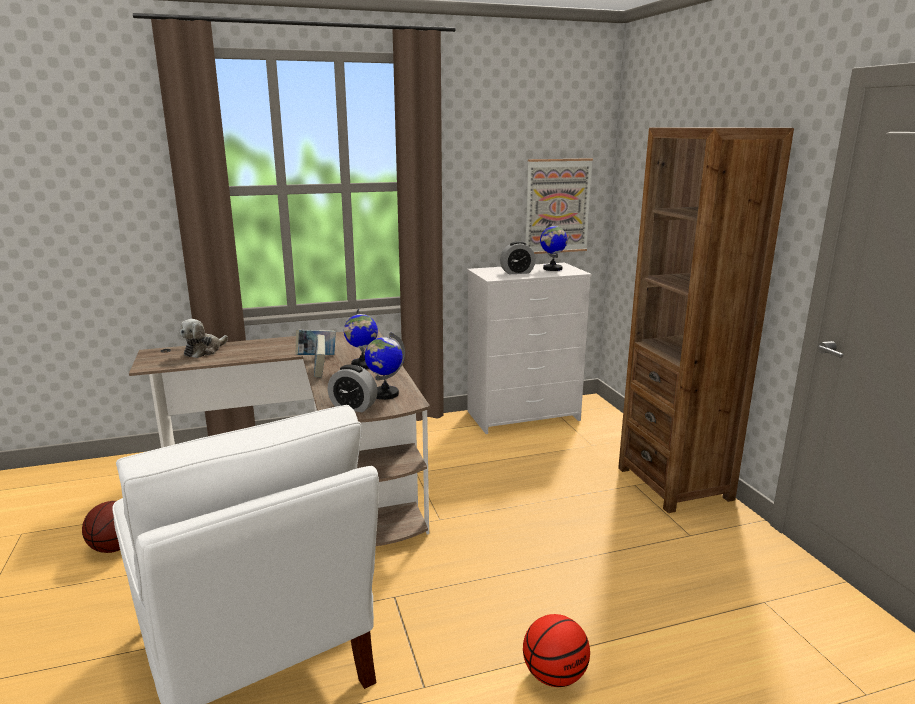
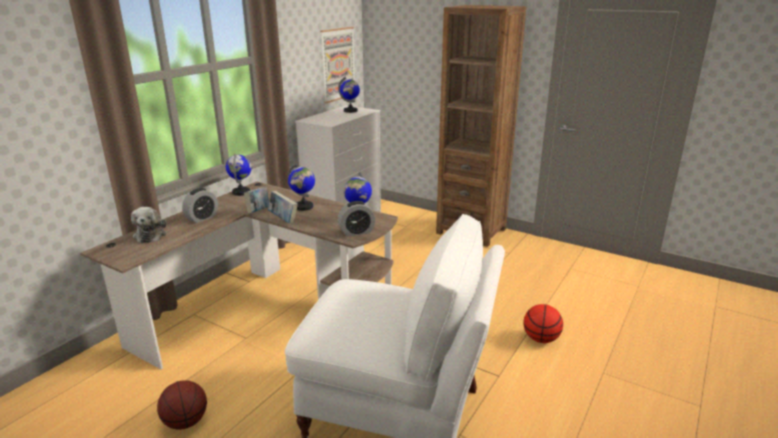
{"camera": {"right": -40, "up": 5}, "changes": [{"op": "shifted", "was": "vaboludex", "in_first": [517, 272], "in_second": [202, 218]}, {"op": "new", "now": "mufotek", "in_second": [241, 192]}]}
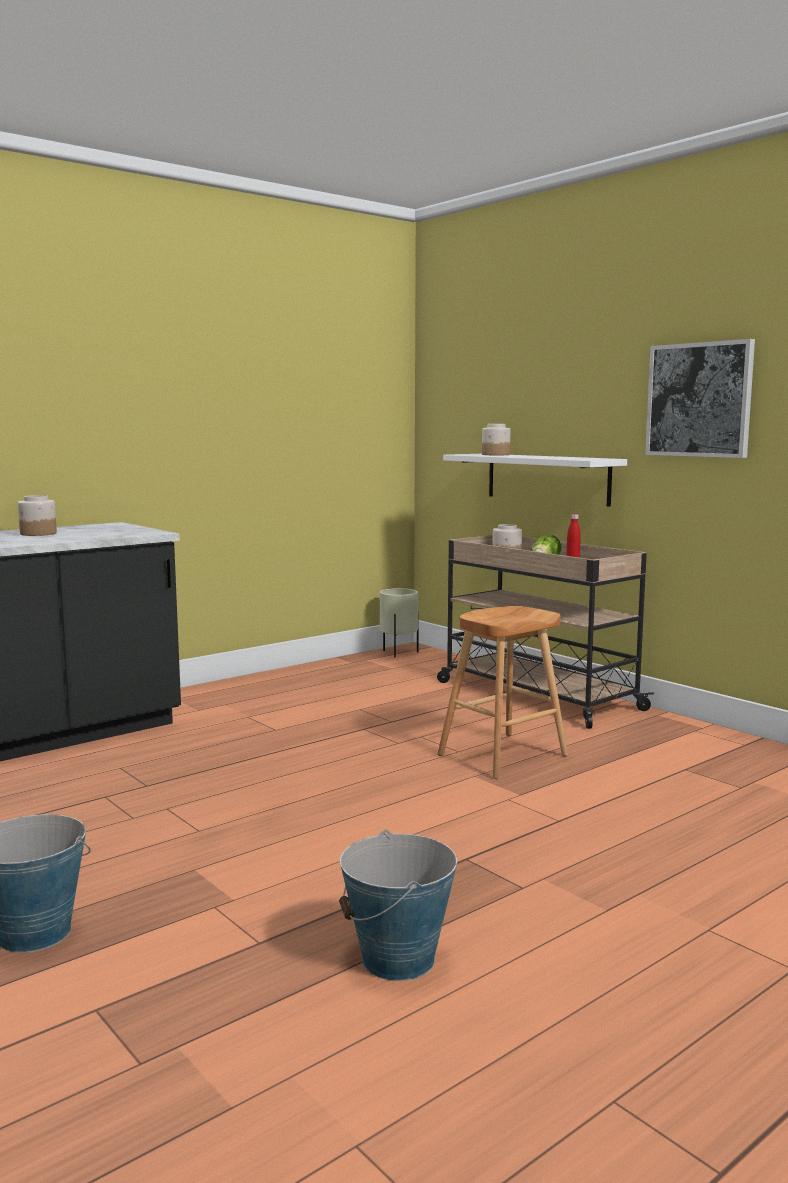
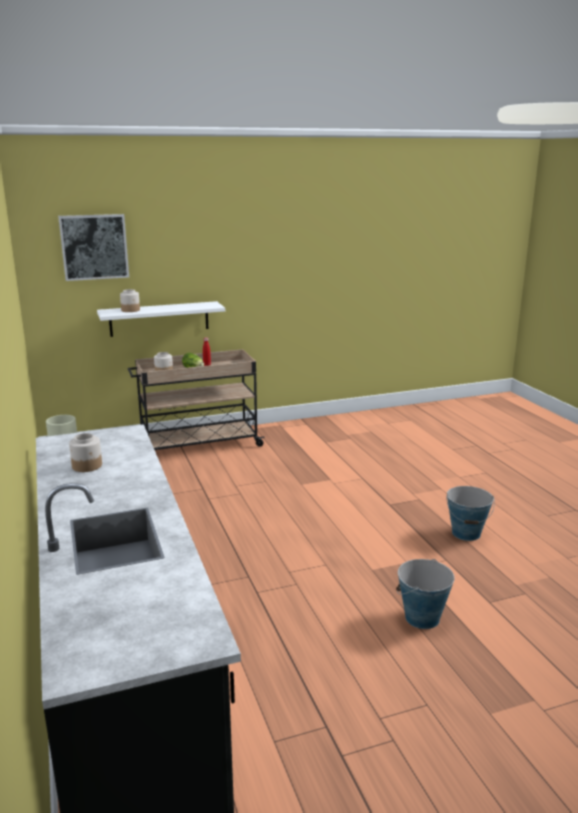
{"camera": {"right": -70, "up": 10}, "changes": [{"op": "shifted", "was": "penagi", "in_first": [699, 400], "in_second": [94, 247]}, {"op": "gone", "was": "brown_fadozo", "in_first": [502, 755]}]}
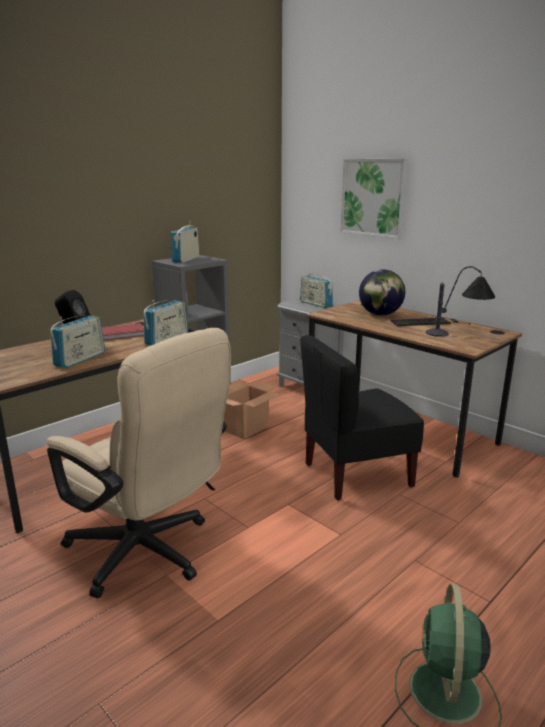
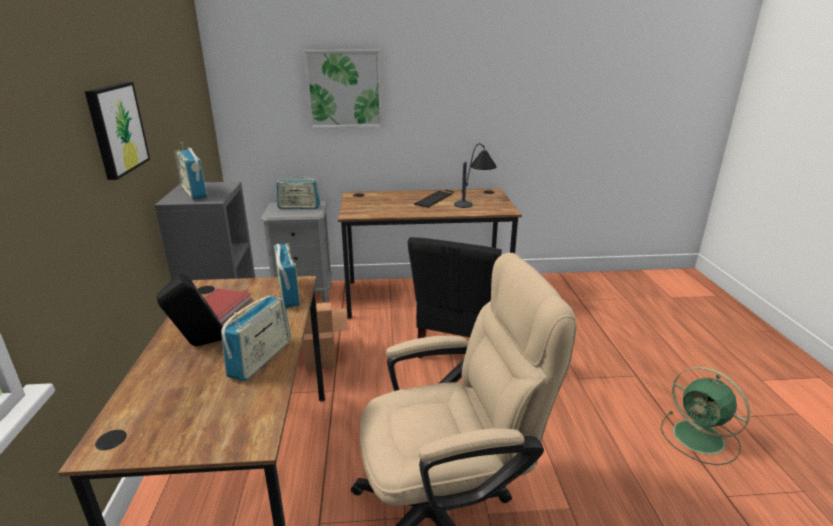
{"camera": {"right": -50, "up": 5}, "changes": [{"op": "gone", "was": "mufotek", "in_first": [380, 314]}, {"op": "rotated", "was": "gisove", "in_first": [80, 359], "in_second": [261, 359], "clockwise": 45}, {"op": "new", "now": "penagi", "in_second": [116, 129]}]}
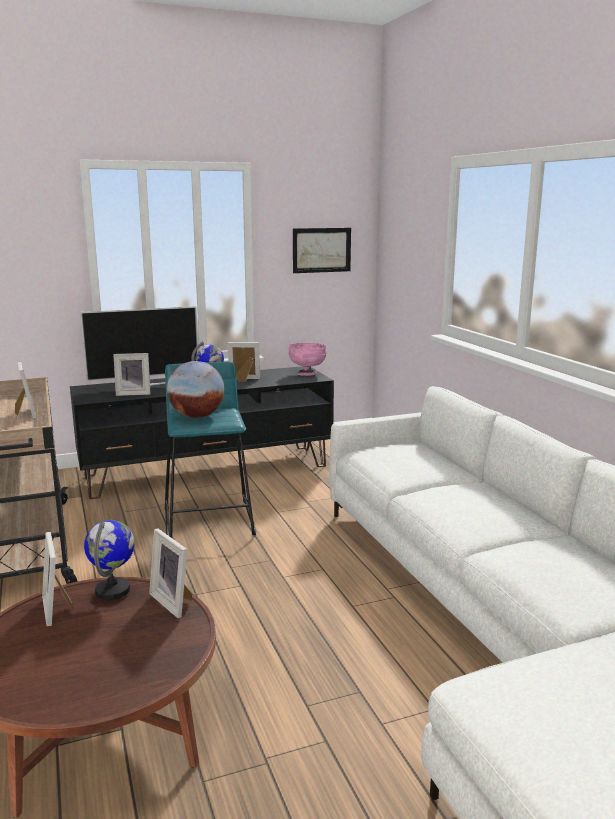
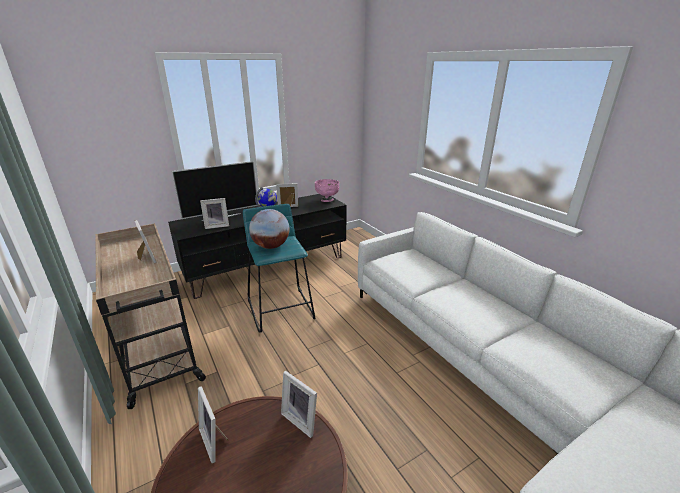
{"camera": {"right": -10, "up": 10}, "changes": [{"op": "gone", "was": "penagi", "in_first": [321, 250]}, {"op": "gone", "was": "mufotek", "in_first": [113, 590]}]}
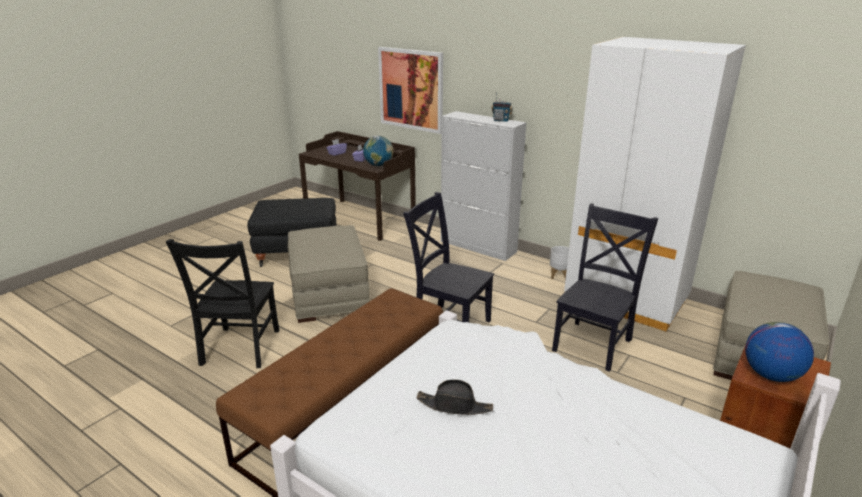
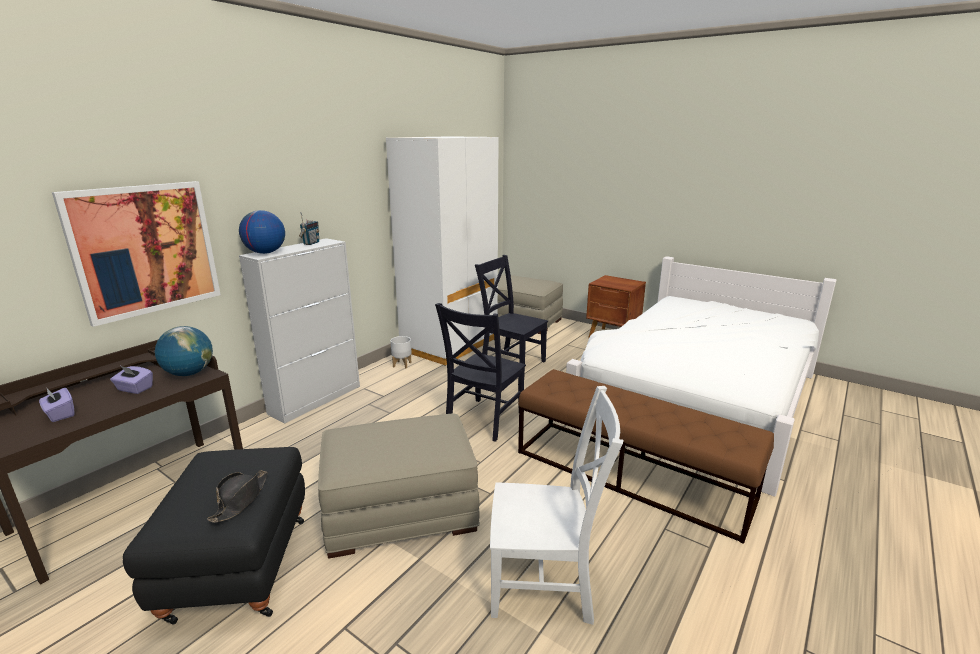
{"camera": {"right": -90, "up": -5}, "changes": [{"op": "repainted", "was": "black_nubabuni", "now": "white_nubabuni", "in_first": [239, 349], "in_second": [546, 583]}, {"op": "shifted", "was": "mufotek", "in_first": [770, 375], "in_second": [265, 253]}, {"op": "shifted", "was": "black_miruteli", "in_first": [455, 406], "in_second": [241, 499]}]}
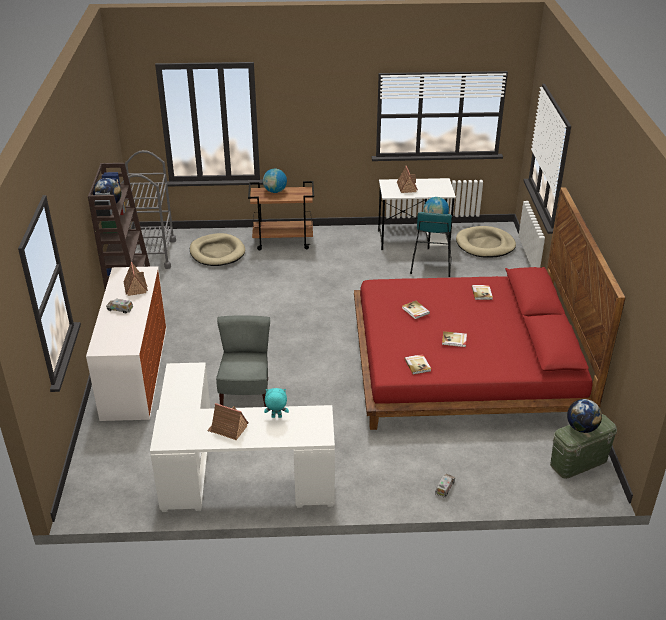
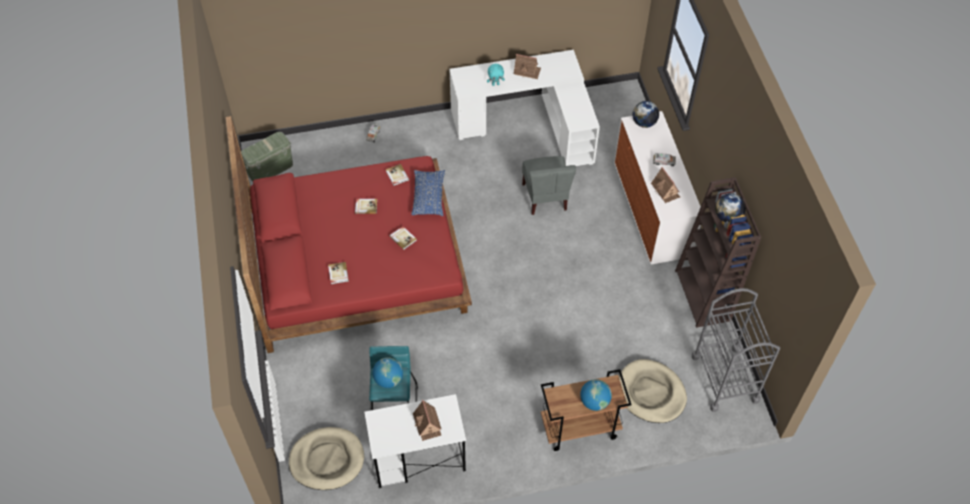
{"camera": {"right": 170, "up": 20}, "changes": [{"op": "shifted", "was": "mufotek", "in_first": [581, 428], "in_second": [644, 123]}, {"op": "new", "now": "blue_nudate", "in_second": [428, 197]}]}
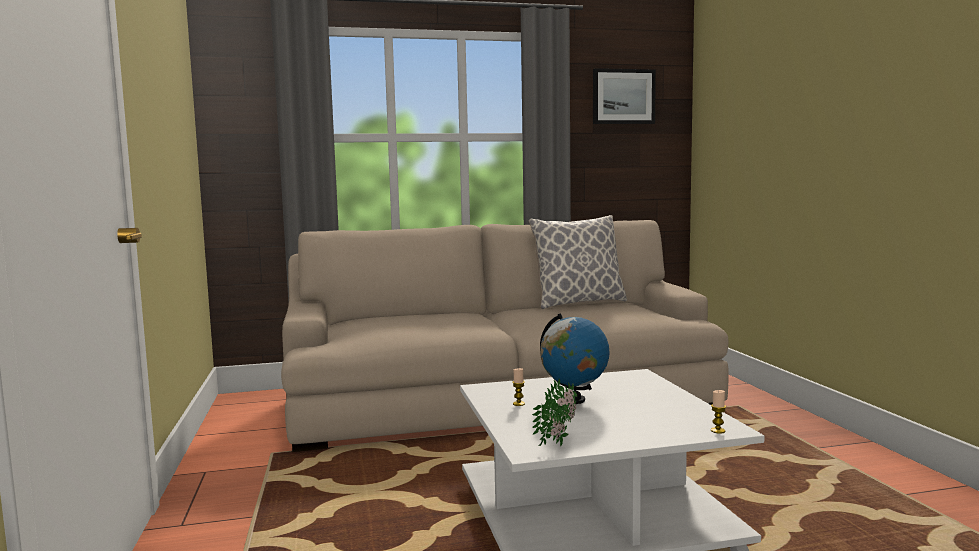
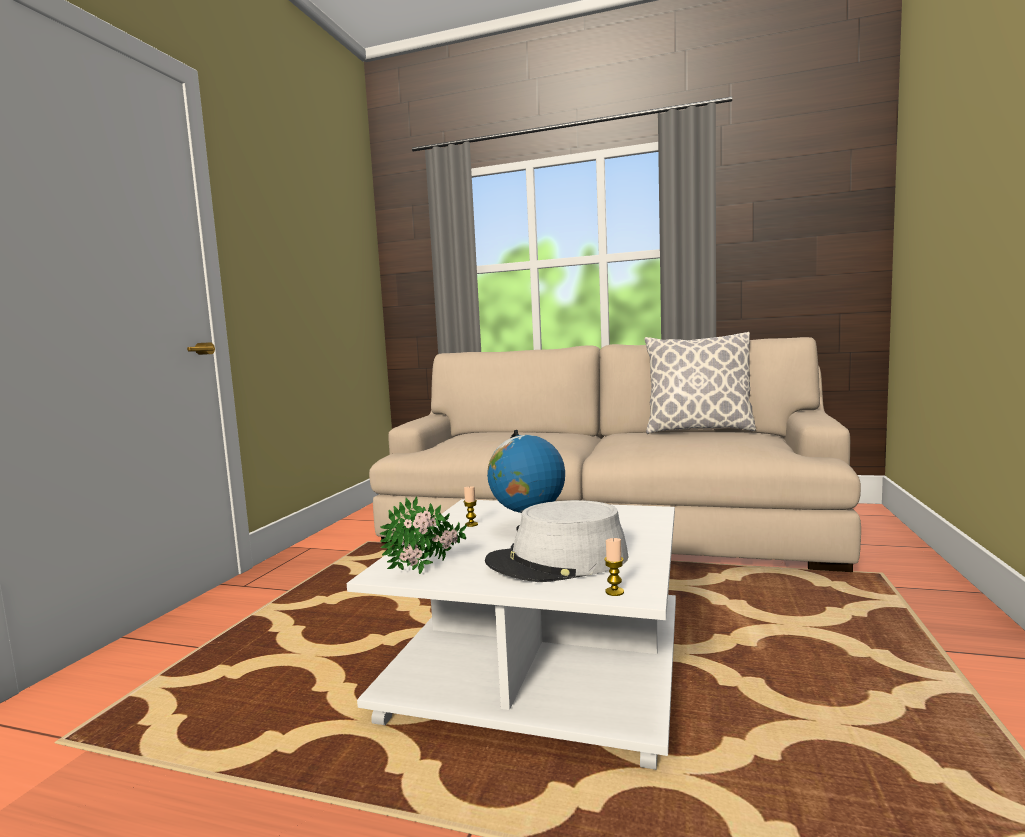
{"camera": {"right": 30, "up": 0}, "changes": [{"op": "gone", "was": "penagi", "in_first": [623, 97]}, {"op": "new", "now": "grey_miruteli", "in_second": [558, 561]}]}
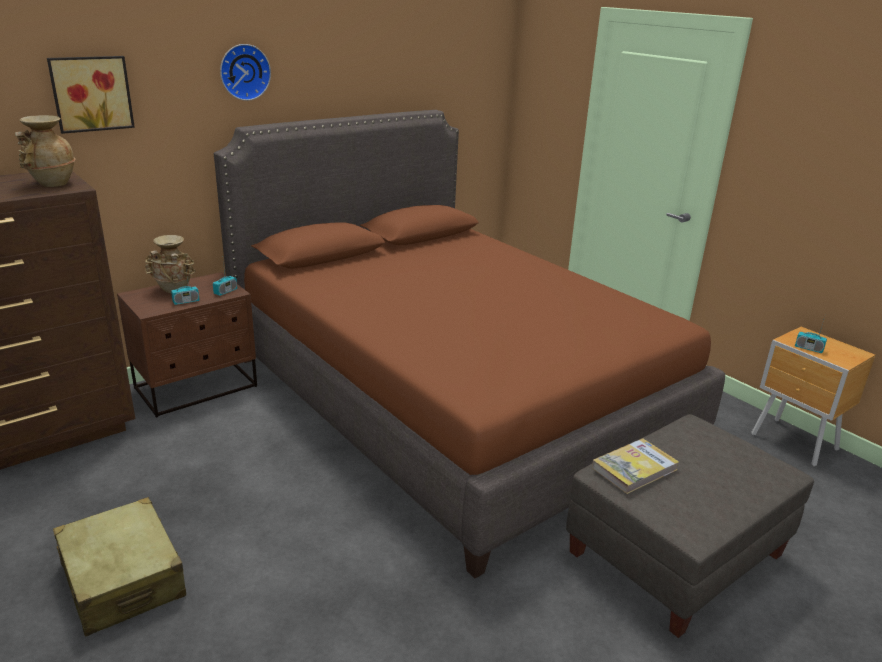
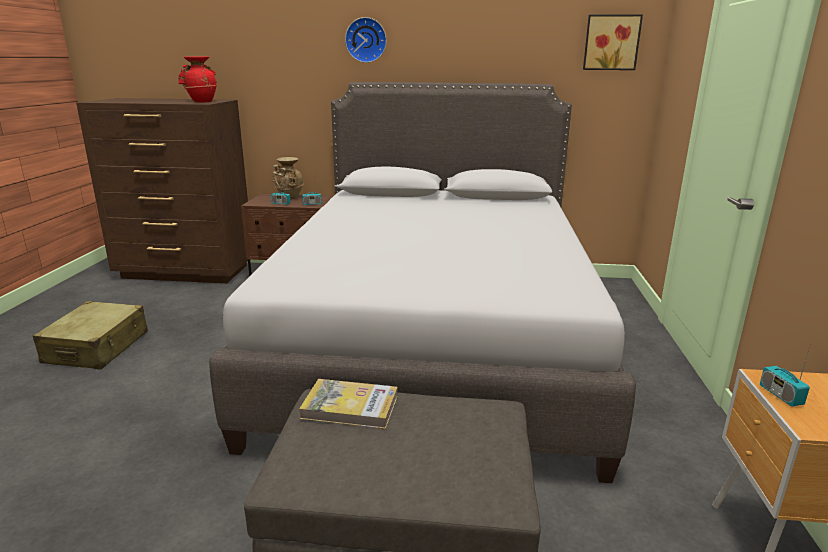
{"camera": {"right": 45, "up": -5}, "changes": [{"op": "shifted", "was": "penagi", "in_first": [91, 93], "in_second": [611, 42]}, {"op": "repainted", "was": "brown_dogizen", "now": "grey_dogizen", "in_first": [451, 400], "in_second": [433, 340]}, {"op": "repainted", "was": "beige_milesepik", "now": "red_milesepik", "in_first": [51, 184], "in_second": [201, 101]}]}
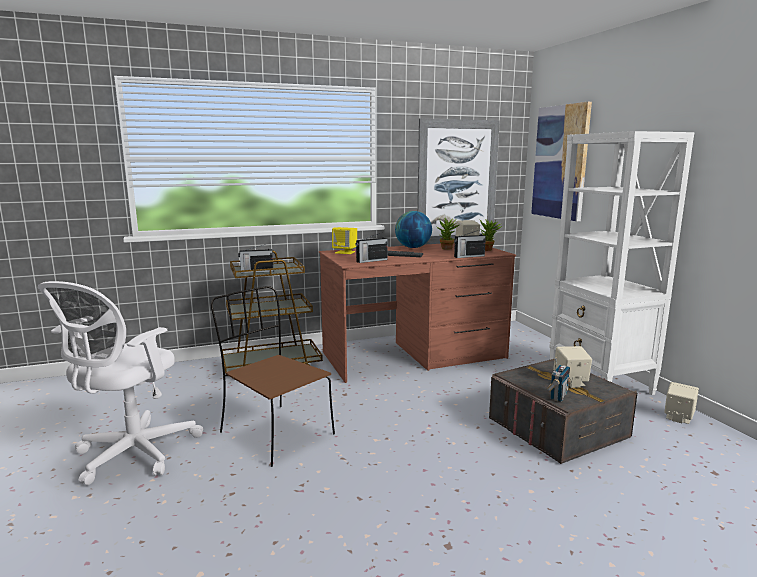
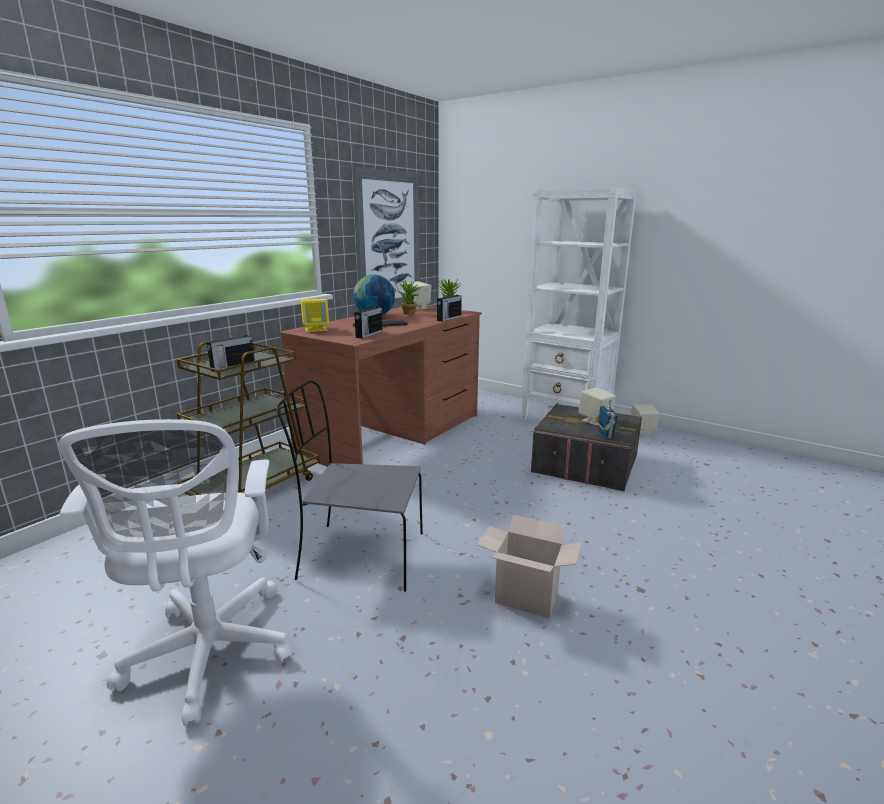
{"camera": {"right": -35, "up": 5}, "changes": [{"op": "gone", "was": "penagi", "in_first": [560, 162]}, {"op": "repainted", "was": "brown_nubabuni", "now": "grey_nubabuni", "in_first": [275, 433], "in_second": [359, 556]}, {"op": "new", "now": "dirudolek", "in_second": [524, 598]}]}
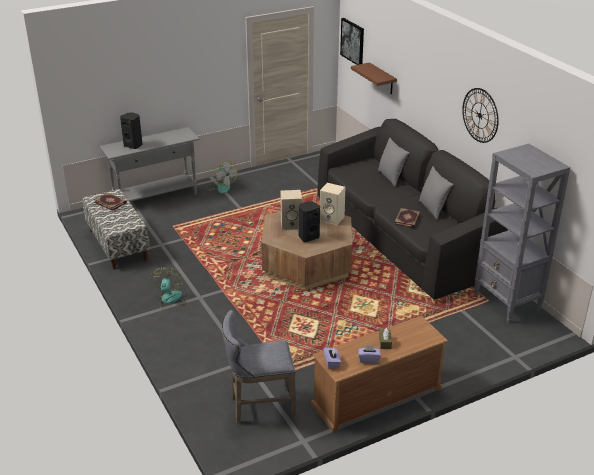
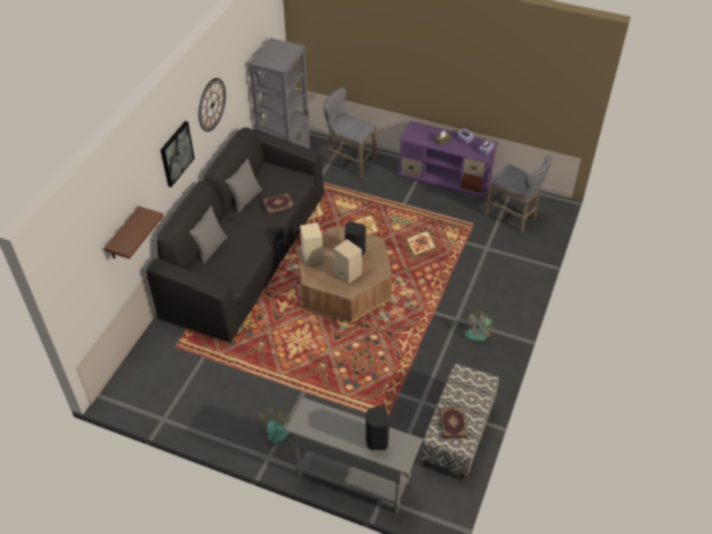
{"camera": {"right": -130, "up": 15}, "changes": [{"op": "shifted", "was": "penagi", "in_first": [352, 41], "in_second": [176, 153]}, {"op": "repainted", "was": "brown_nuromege", "now": "purple_nuromege", "in_first": [376, 397], "in_second": [445, 177]}, {"op": "new", "now": "grey_fadozo", "in_second": [348, 161]}]}
